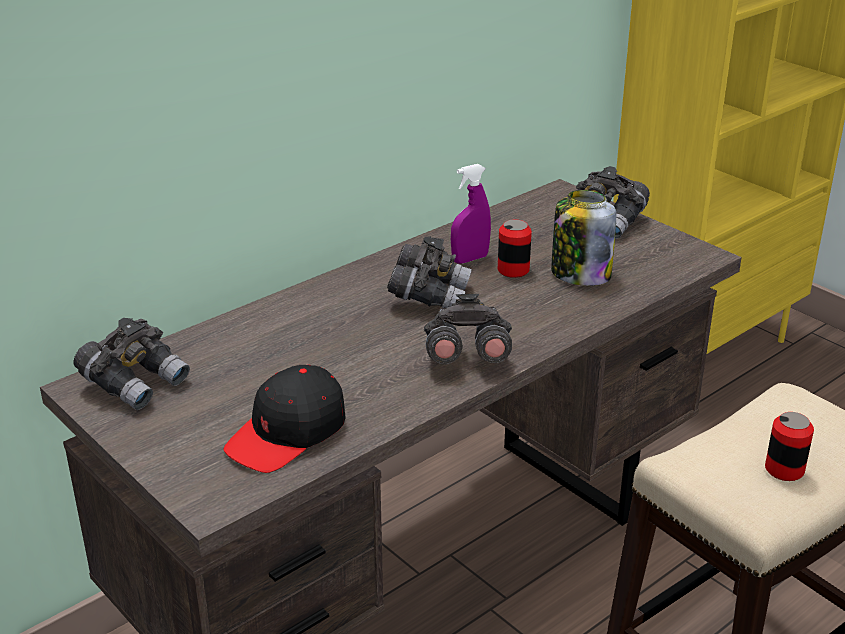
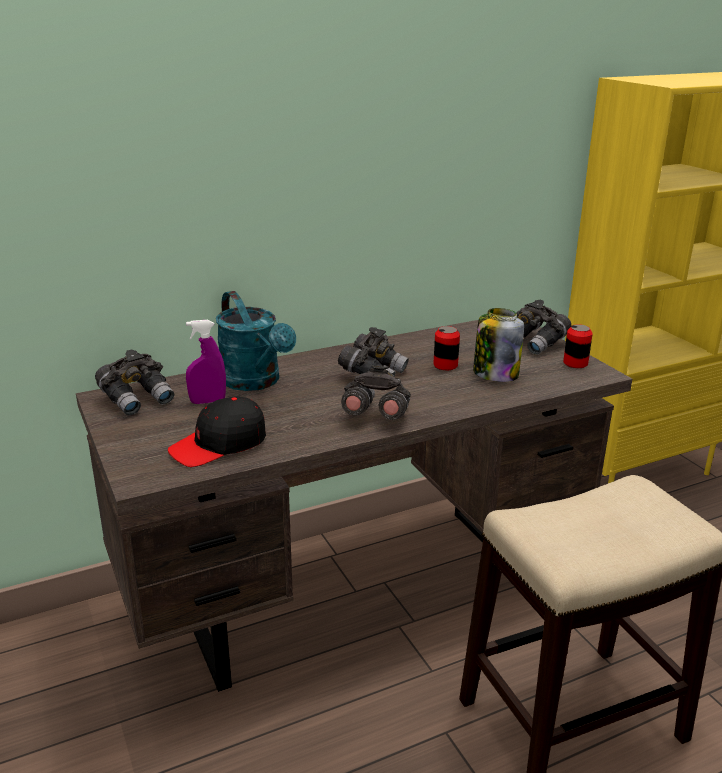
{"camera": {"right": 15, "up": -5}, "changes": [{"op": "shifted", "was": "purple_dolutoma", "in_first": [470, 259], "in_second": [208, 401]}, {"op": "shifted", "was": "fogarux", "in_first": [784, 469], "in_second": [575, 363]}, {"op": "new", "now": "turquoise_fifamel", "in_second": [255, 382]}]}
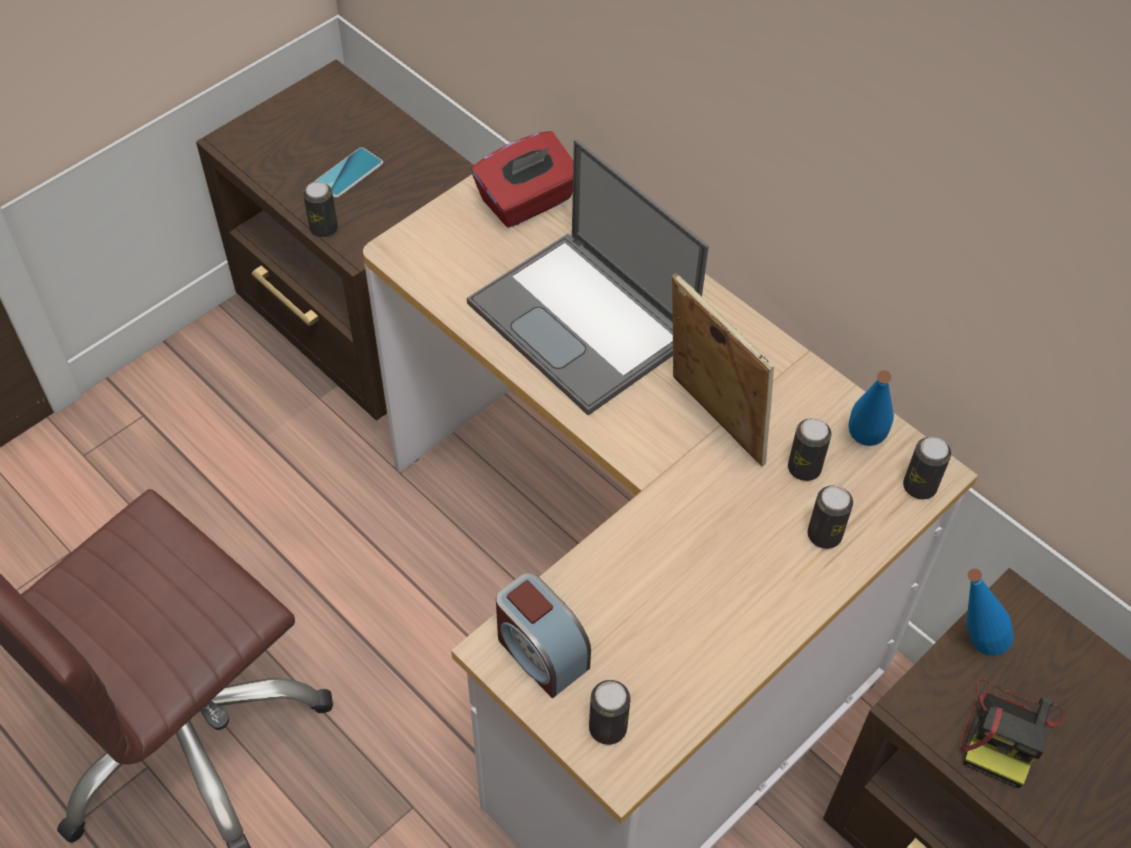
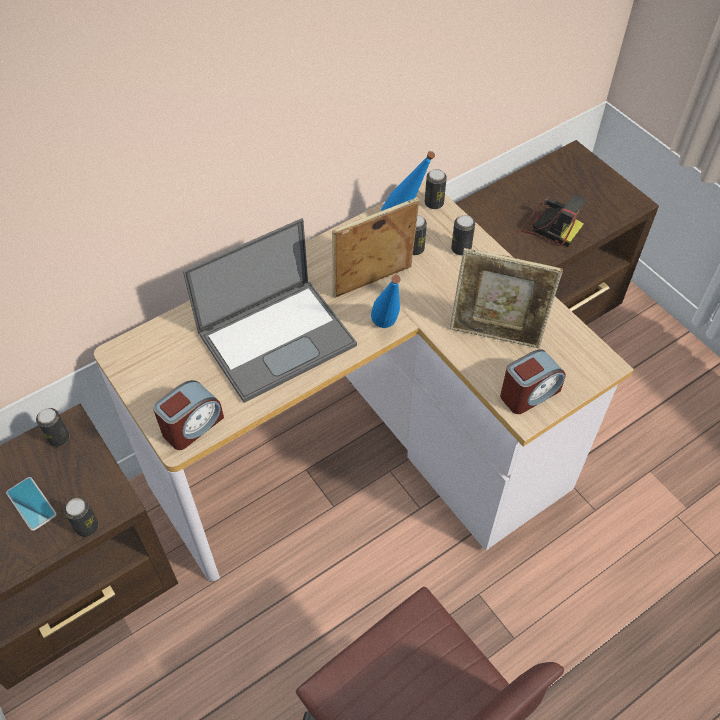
{"camera": {"right": -80, "up": 0}, "changes": [{"op": "gone", "was": "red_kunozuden", "in_first": [527, 201]}, {"op": "shifted", "was": "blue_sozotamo", "in_first": [968, 646], "in_second": [387, 330]}, {"op": "shifted", "was": "fogarux", "in_first": [607, 728], "in_second": [58, 438]}, {"op": "new", "now": "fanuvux", "in_second": [496, 334]}, {"op": "new", "now": "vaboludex", "in_second": [192, 426]}]}
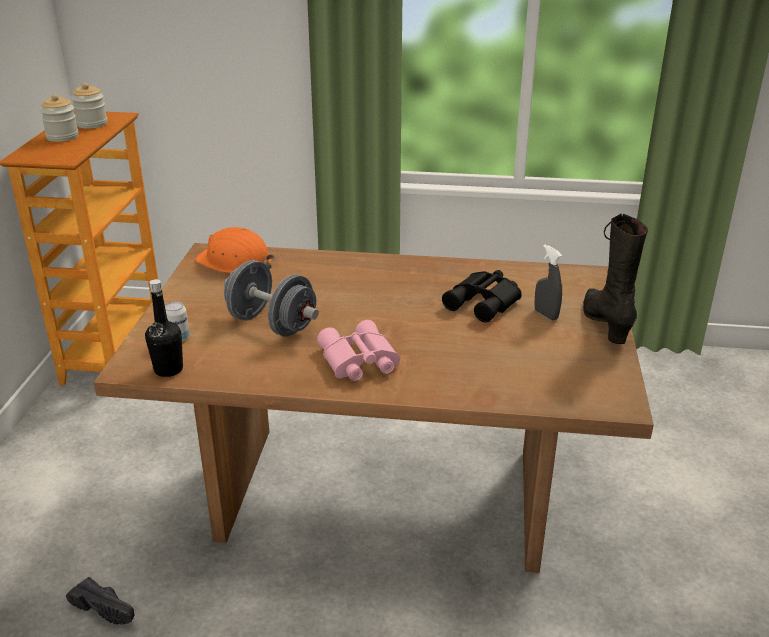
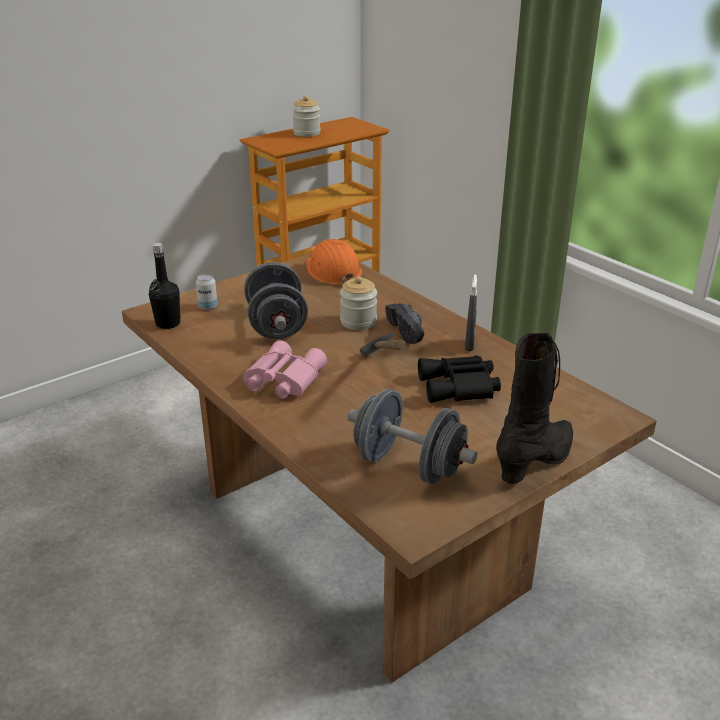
{"camera": {"right": 45, "up": 0}, "changes": [{"op": "shifted", "was": "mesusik", "in_first": [92, 124], "in_second": [358, 322]}, {"op": "shifted", "was": "grey_dolutoma", "in_first": [546, 315], "in_second": [469, 345]}, {"op": "shifted", "was": "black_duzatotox", "in_first": [107, 608], "in_second": [410, 332]}, {"op": "new", "now": "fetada", "in_second": [386, 376]}, {"op": "new", "now": "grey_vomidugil", "in_second": [409, 465]}]}
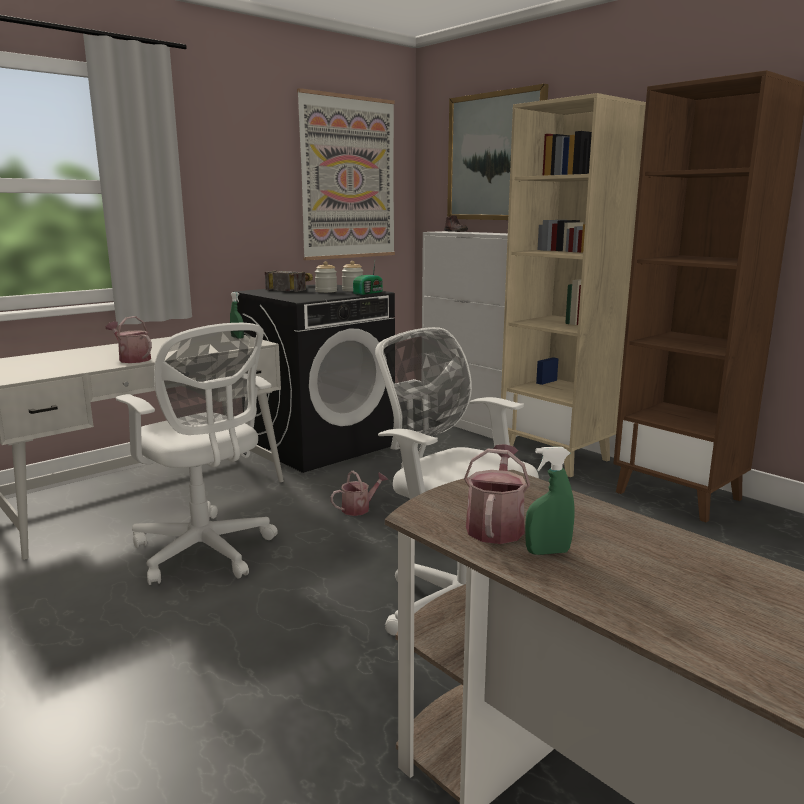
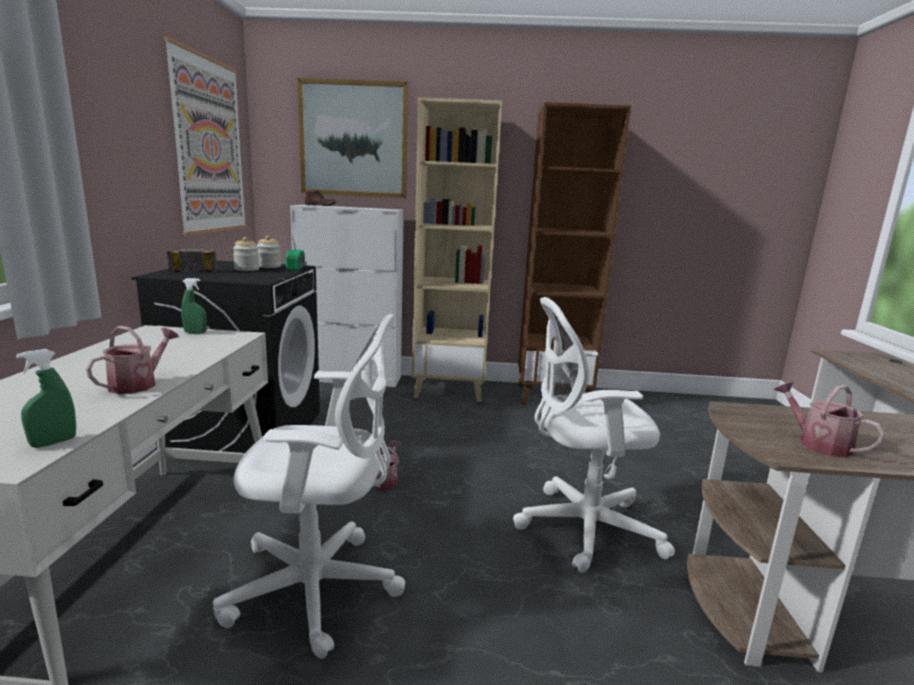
{"camera": {"right": -45, "up": 0}, "changes": [{"op": "rotated", "was": "fifamel", "in_first": [132, 359], "in_second": [138, 384], "clockwise": 120}, {"op": "shifted", "was": "green_dolutoma", "in_first": [547, 552], "in_second": [53, 442]}]}
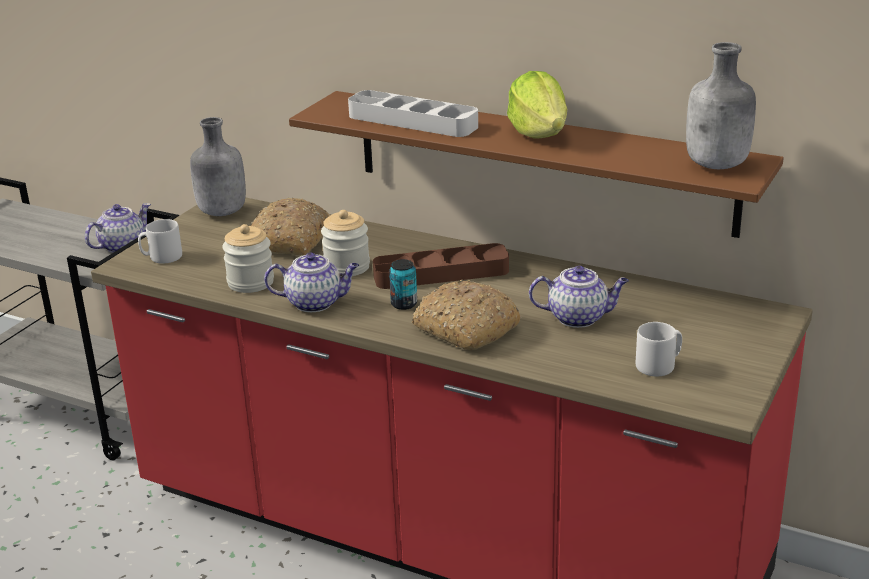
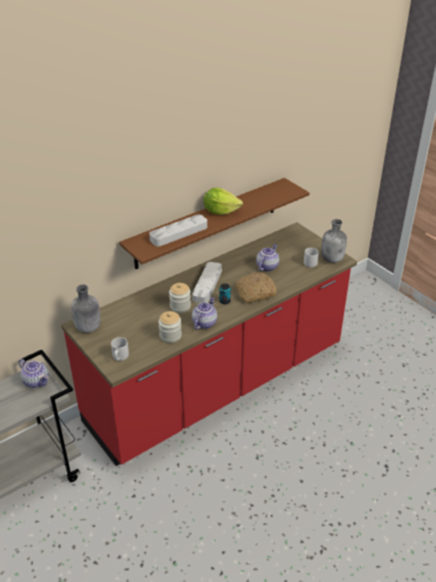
{"camera": {"right": -65, "up": 10}, "changes": [{"op": "shifted", "was": "grey_sozotamo", "in_first": [718, 165], "in_second": [332, 259]}, {"op": "gone", "was": "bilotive", "in_first": [290, 239]}, {"op": "rotated", "was": "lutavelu", "in_first": [122, 246], "in_second": [36, 381], "clockwise": 150}, {"op": "repainted", "was": "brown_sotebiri", "now": "grey_sotebiri", "in_first": [441, 273], "in_second": [207, 285]}]}
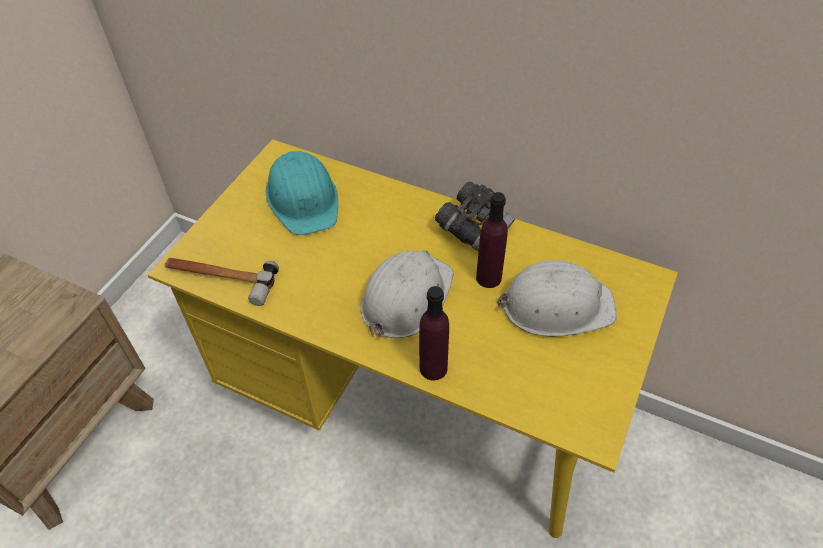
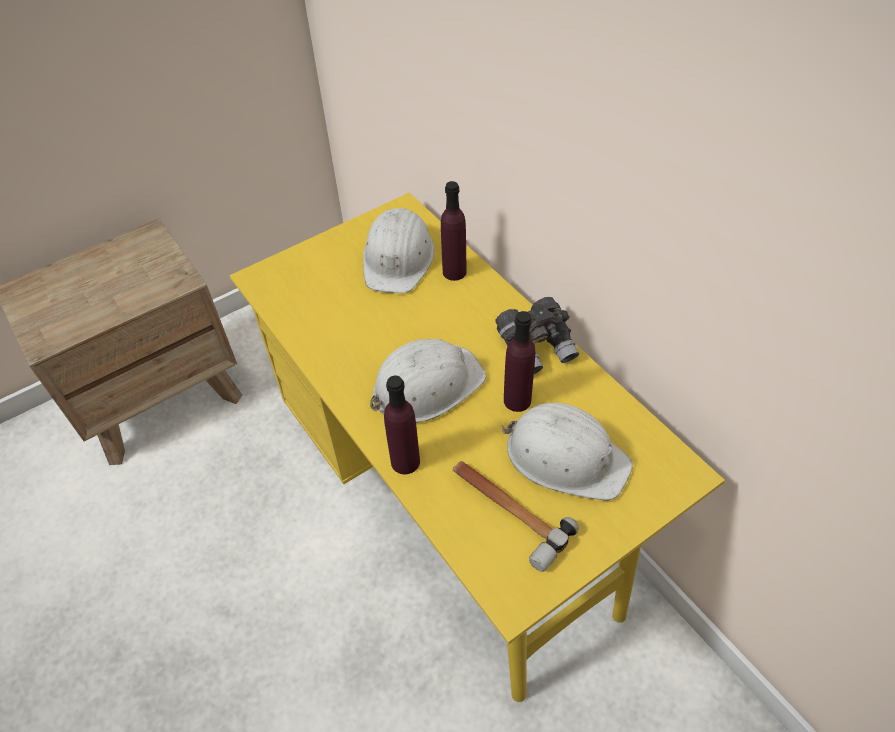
{"camera": {"right": 30, "up": 0}, "changes": [{"op": "repainted", "was": "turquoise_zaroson", "now": "white_zaroson", "in_first": [303, 199], "in_second": [398, 258]}, {"op": "shifted", "was": "fetada", "in_first": [220, 278], "in_second": [506, 511]}, {"op": "new", "now": "purple_sozotamo", "in_second": [454, 272]}]}
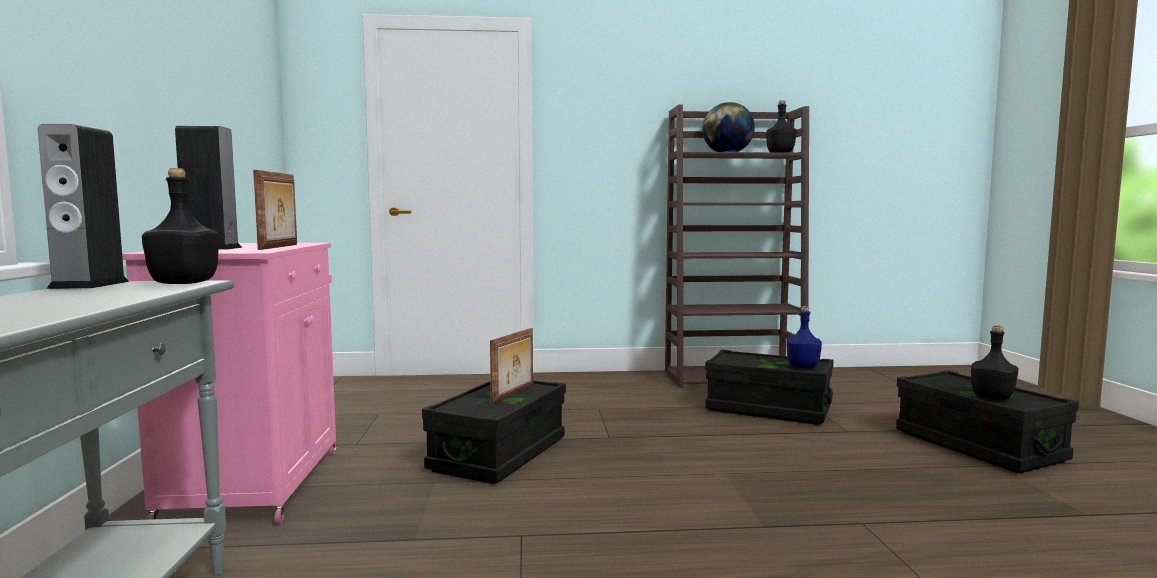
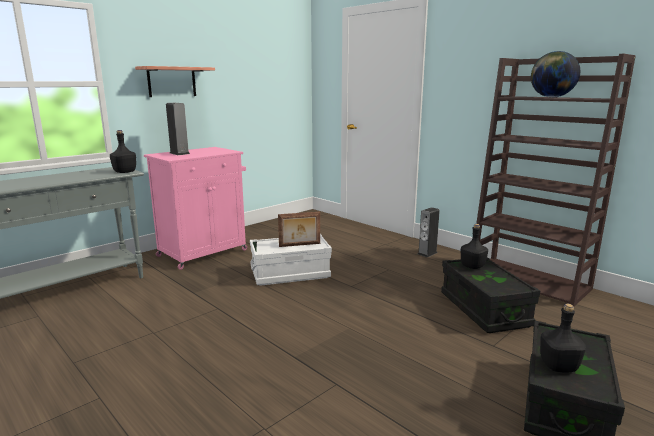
{"camera": {"right": 50, "up": 10}, "changes": [{"op": "shifted", "was": "black_sozotamo", "in_first": [781, 153], "in_second": [473, 266]}, {"op": "shifted", "was": "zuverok", "in_first": [89, 285], "in_second": [427, 253]}, {"op": "gone", "was": "fanuvux", "in_first": [280, 247]}, {"op": "gone", "was": "blue_sozotamo", "in_first": [802, 366]}, {"op": "repainted", "was": "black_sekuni", "now": "white_sekuni", "in_first": [499, 454], "in_second": [290, 274]}, {"op": "new", "now": "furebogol", "in_second": [172, 82]}]}
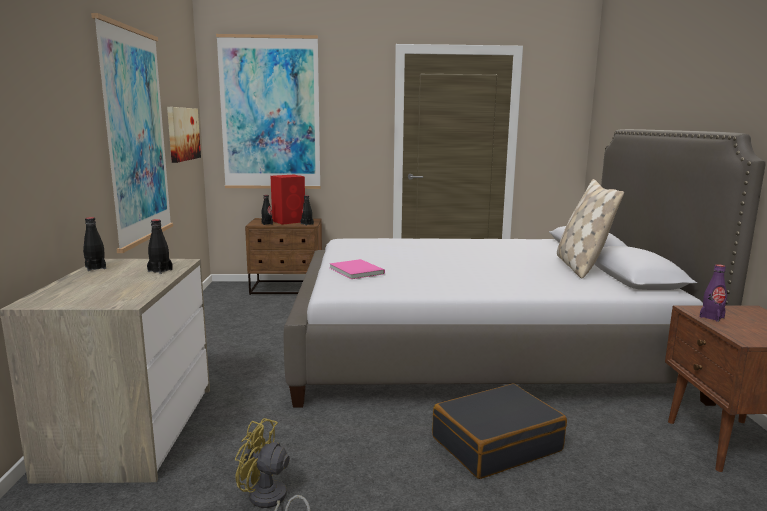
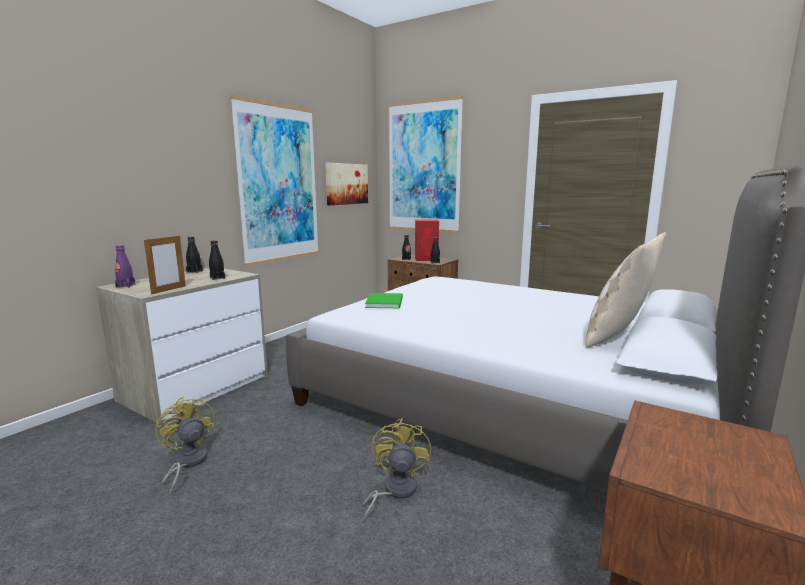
{"camera": {"right": 35, "up": 0}, "changes": [{"op": "repainted", "was": "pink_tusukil", "now": "green_tusukil", "in_first": [357, 270], "in_second": [386, 302]}, {"op": "shifted", "was": "purple_sozotamo", "in_first": [711, 317], "in_second": [125, 286]}, {"op": "swapped", "was": "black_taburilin", "now": "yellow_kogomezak", "in_first": [496, 443], "in_second": [394, 491]}, {"op": "new", "now": "fanuvux", "in_second": [169, 290]}]}
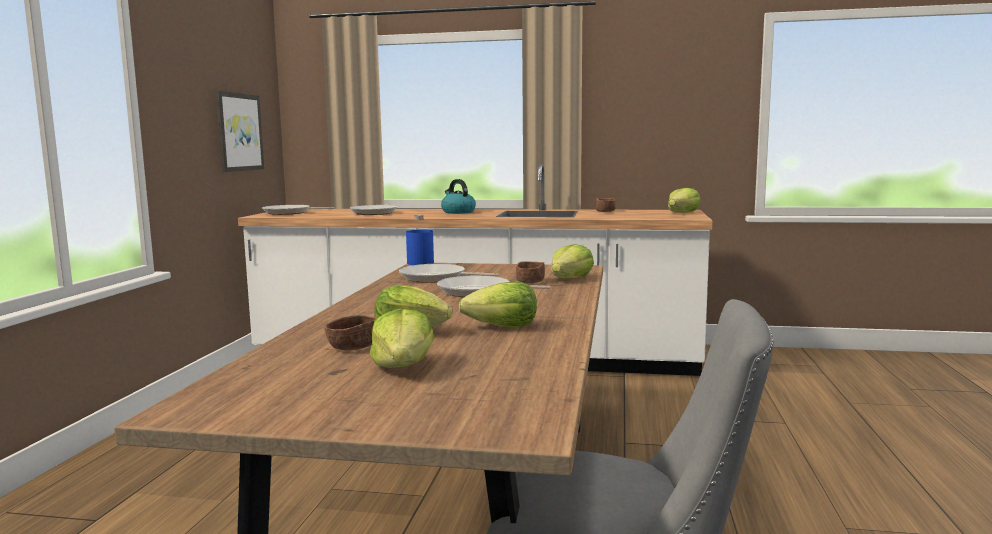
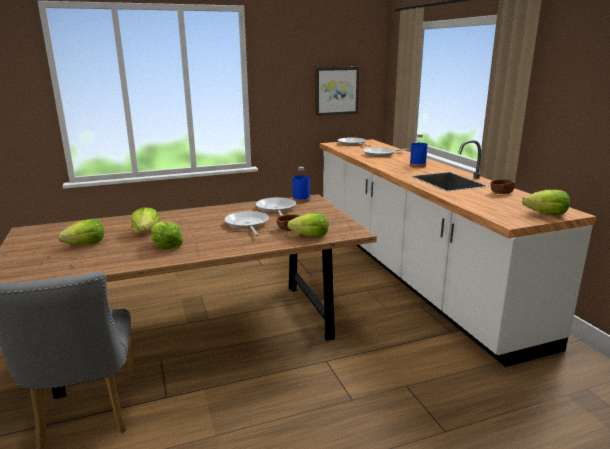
{"camera": {"right": 60, "up": 10}, "changes": [{"op": "swapped", "was": "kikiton", "now": "blue_sozotamo", "in_first": [458, 212], "in_second": [417, 165]}, {"op": "gone", "was": "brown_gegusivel", "in_first": [354, 347]}]}
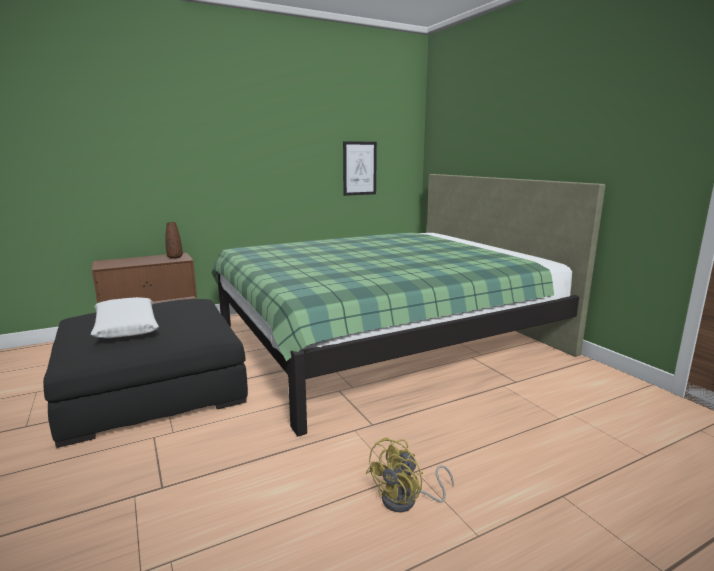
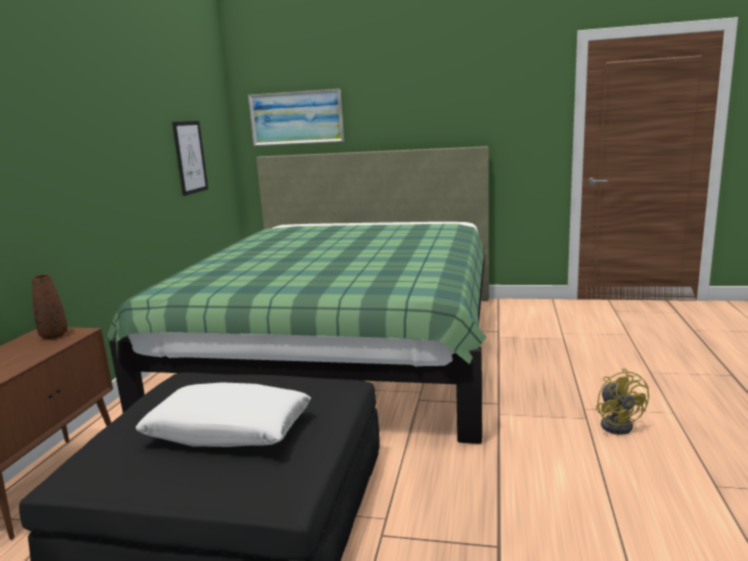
{"camera": {"right": -50, "up": 0}, "changes": [{"op": "new", "now": "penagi", "in_second": [296, 118]}]}
